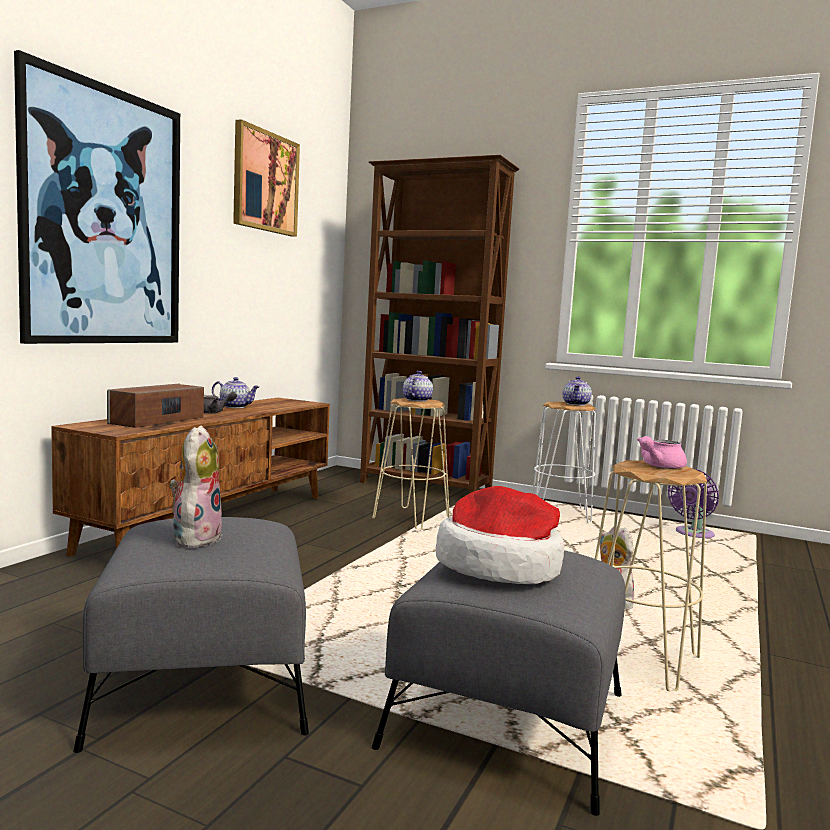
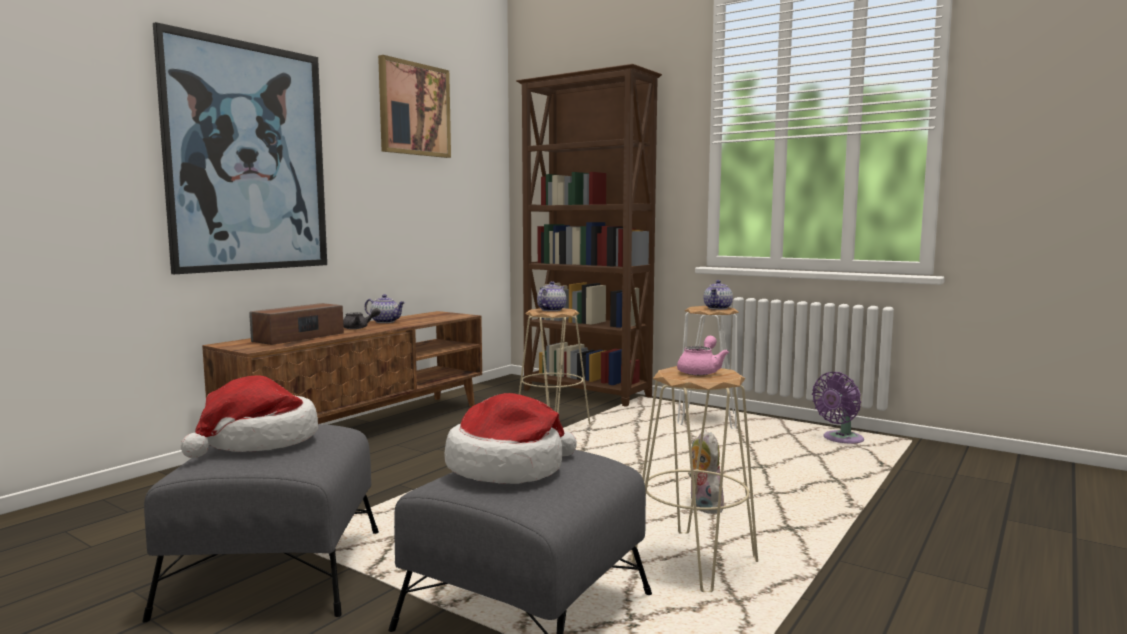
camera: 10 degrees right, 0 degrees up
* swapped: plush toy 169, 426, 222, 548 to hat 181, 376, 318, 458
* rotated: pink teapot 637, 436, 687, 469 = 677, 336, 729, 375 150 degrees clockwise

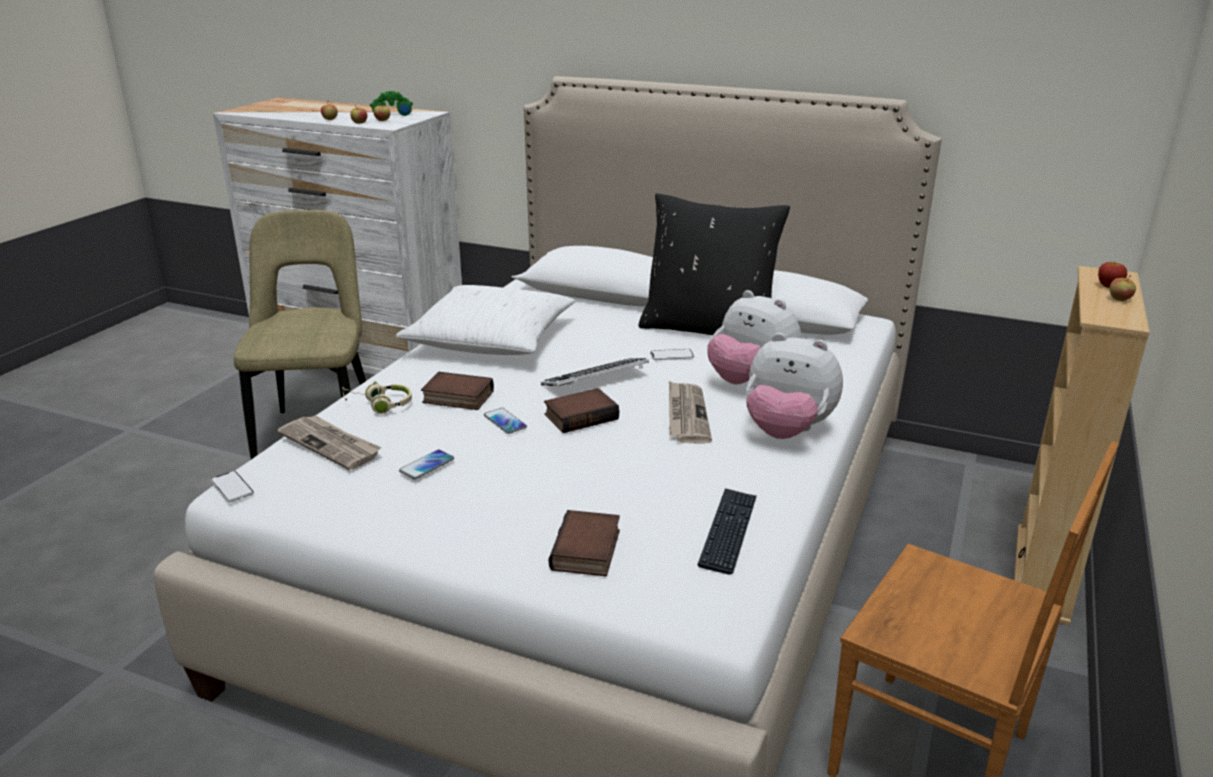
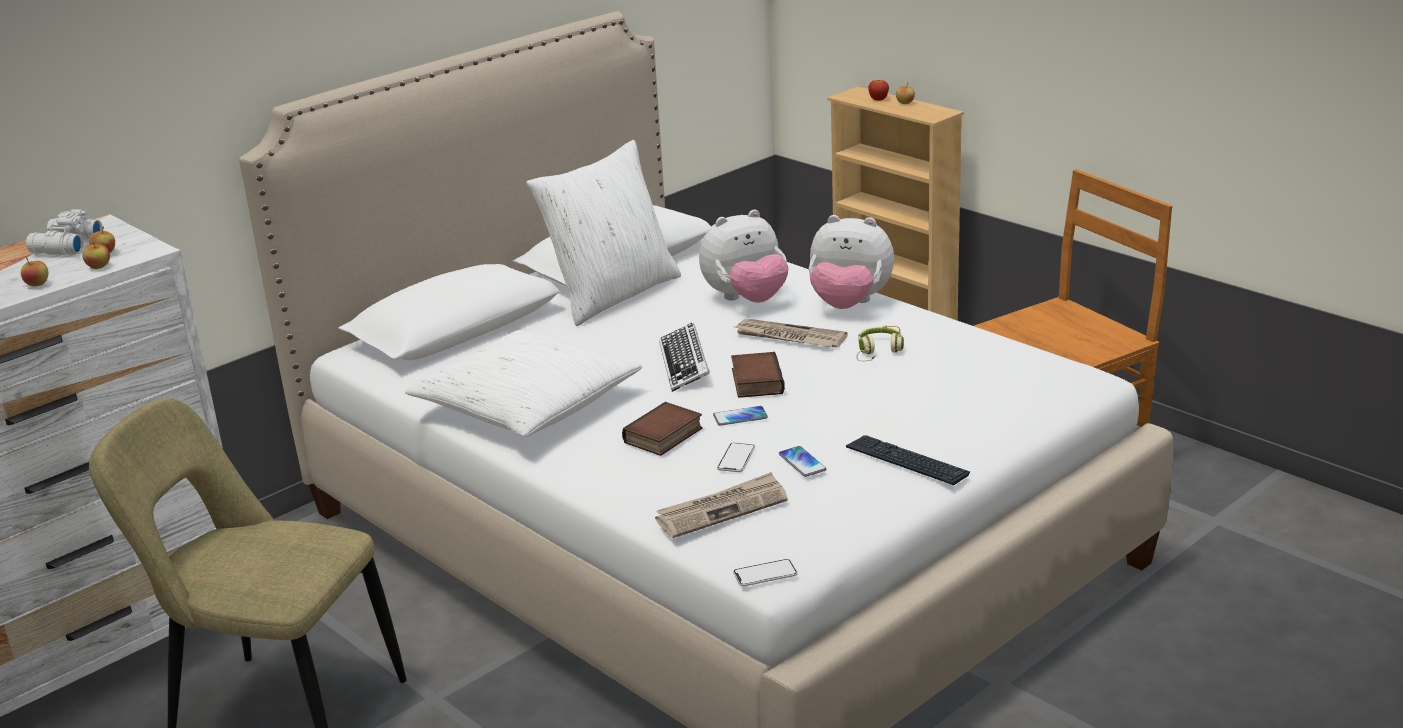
camera: 65 degrees left, 0 degrees up
* shifted: beige headphones 342, 381, 412, 414 to 857, 325, 904, 361
* repainted: green binoculars 370, 91, 413, 116 to white binoculars 26, 209, 103, 255
* gone: book 549, 510, 620, 576
* repainted: black pillow 639, 193, 790, 335 to white pillow 527, 140, 681, 326
* shifted: phone 650, 349, 694, 360 to 717, 443, 755, 472
* shifted: keyboard 697, 488, 757, 575 to 846, 435, 970, 485
* rotated: plush toy 746, 333, 843, 439 = 809, 215, 894, 309 60 degrees clockwise

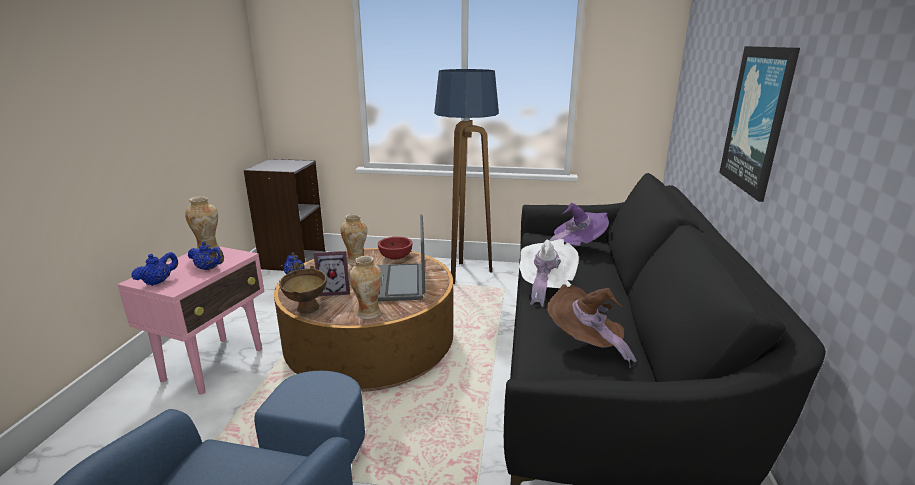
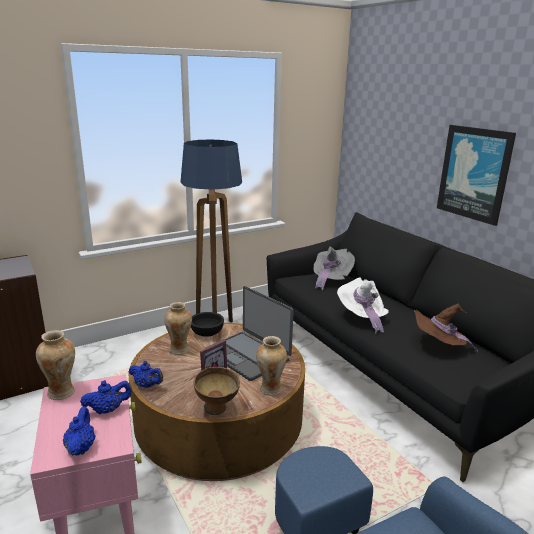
camera: 40 degrees left, 0 degrees up
* repainted: red bowl 378, 237, 413, 260 to black bowl 191, 312, 224, 337
* repainted: purple hat 549, 203, 609, 246 to grey hat 314, 247, 355, 291

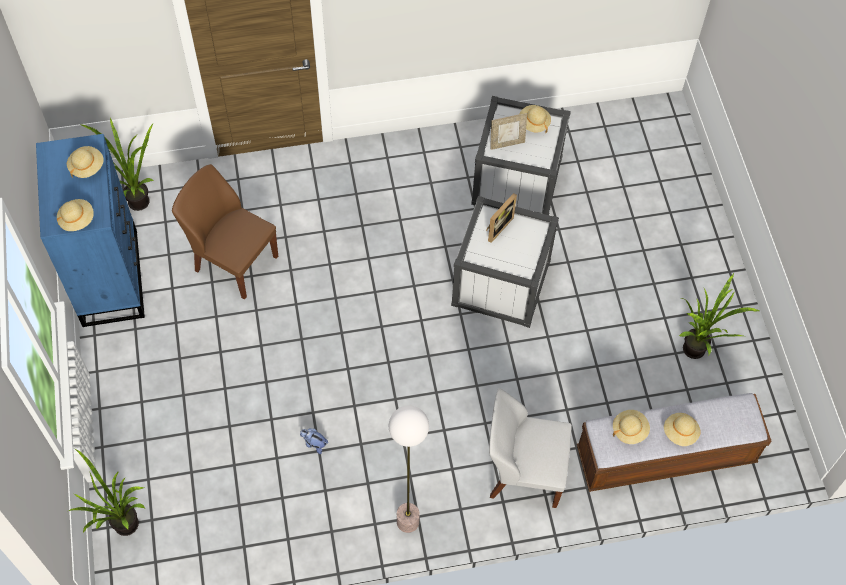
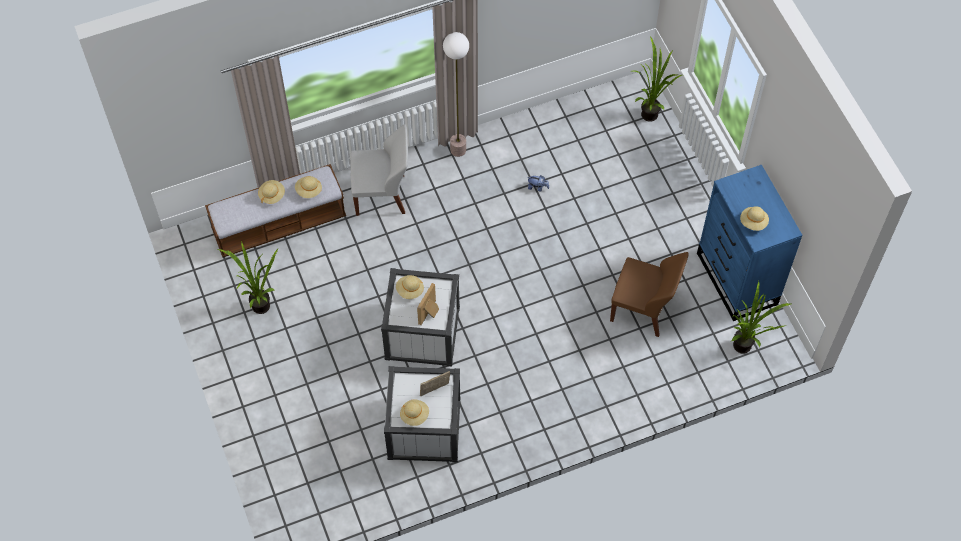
camera: 170 degrees right, 0 degrees up
* shifted: beige hat 57, 199, 94, 231 to 396, 275, 424, 299

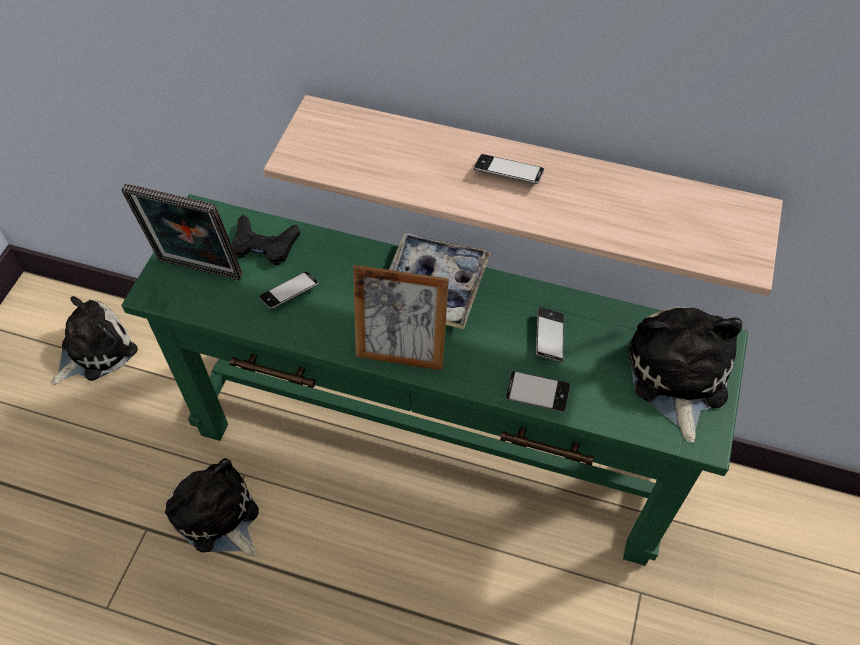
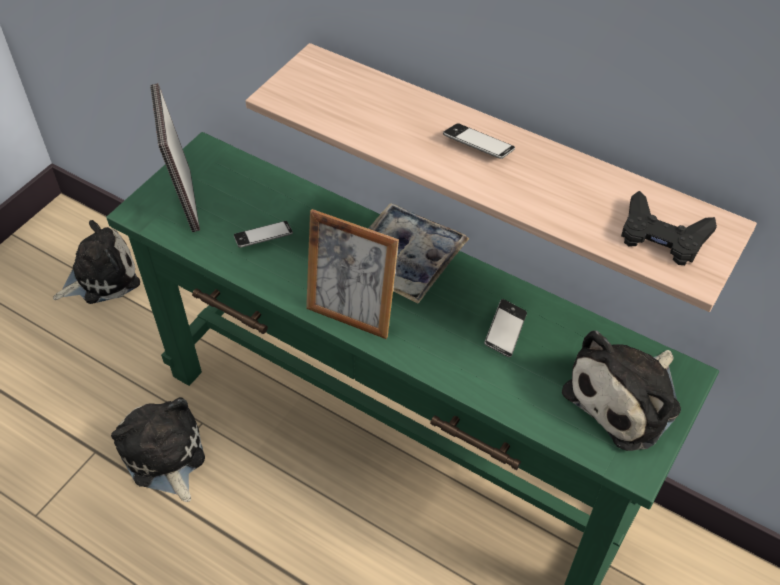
camera: 15 degrees right, 5 degrees down
* rotated: picture frame 121, 184, 242, 280 = 150, 83, 200, 232 45 degrees clockwise
* shifted: black game controller 231, 214, 300, 265 to 621, 191, 717, 265
* gone: phone 506, 371, 571, 412
* rotated: plush toy 628, 307, 743, 443 = 562, 330, 681, 451 150 degrees counterclockwise

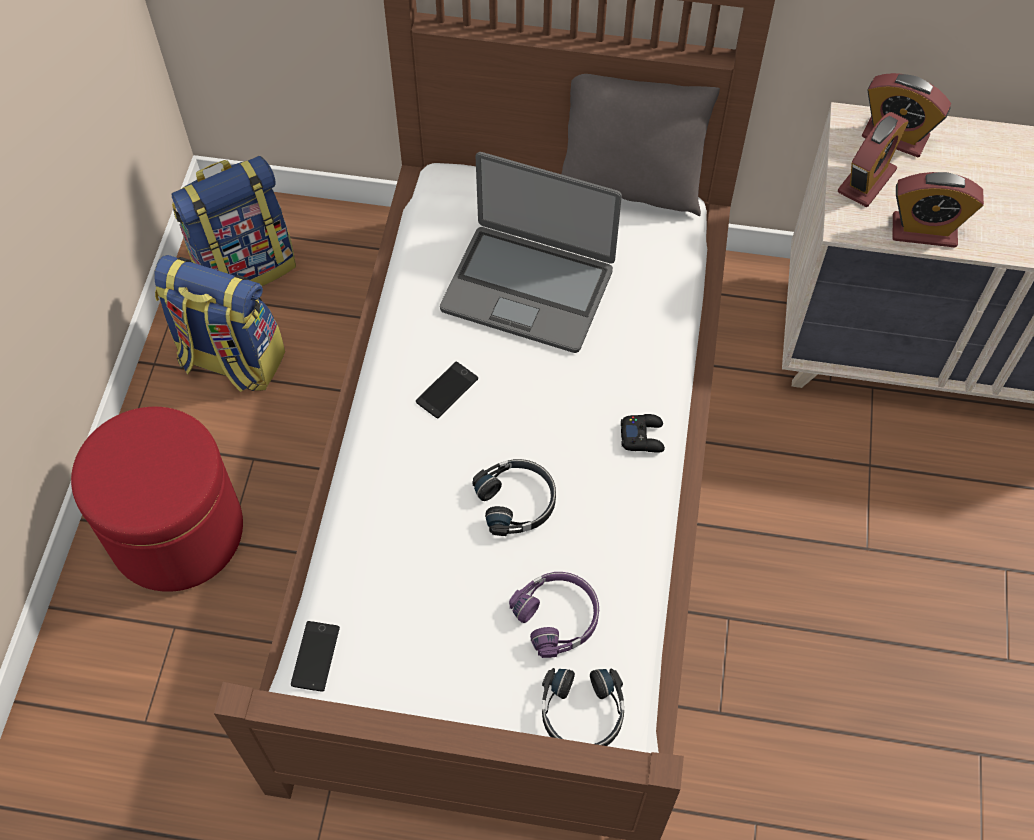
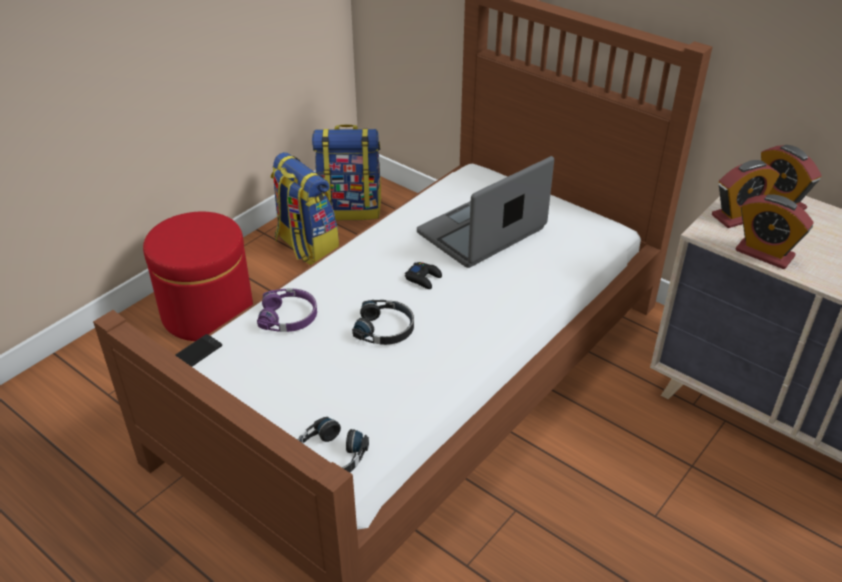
camera: 30 degrees right, 20 degrees down
* gone: phone 416, 362, 478, 418
* rotated: laptop 440, 152, 622, 353 = 417, 156, 554, 268 90 degrees clockwise
* shifted: purple headphones 509, 572, 599, 658 to 257, 289, 317, 332
* gone: grey pillow 561, 74, 720, 216
* shifted: black game controller 621, 414, 665, 453 to 405, 262, 442, 289

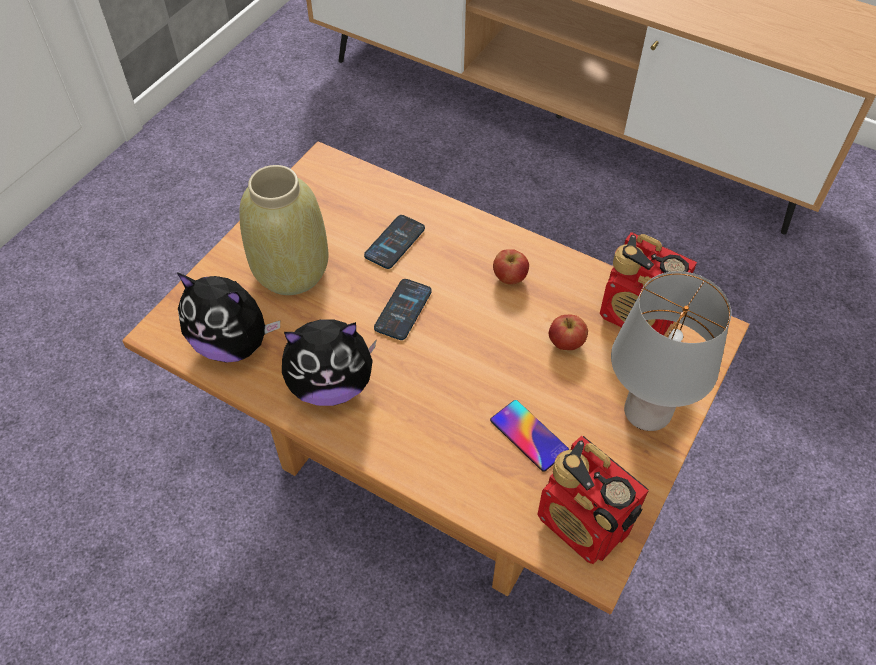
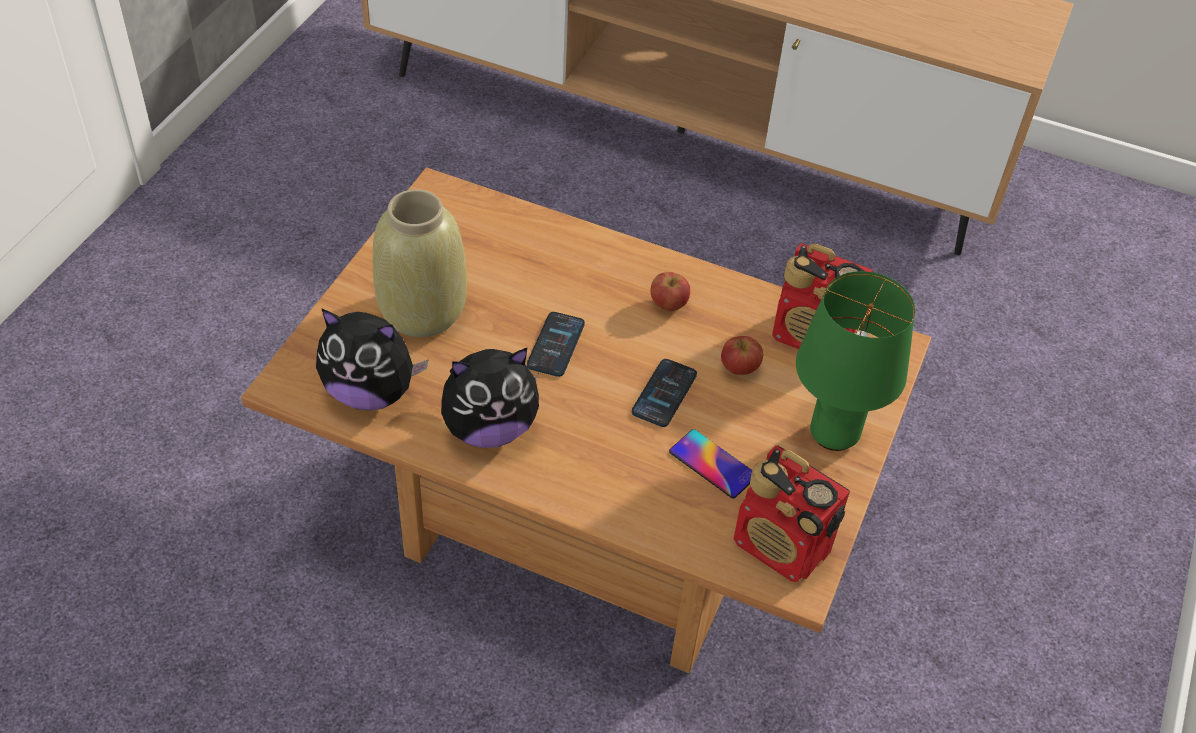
camera: 10 degrees left, 5 degrees down
* shifted: phone 364, 215, 425, 269 to 632, 359, 697, 427
* repainted: grey table lamp 611, 271, 731, 431 to green table lamp 796, 271, 915, 451

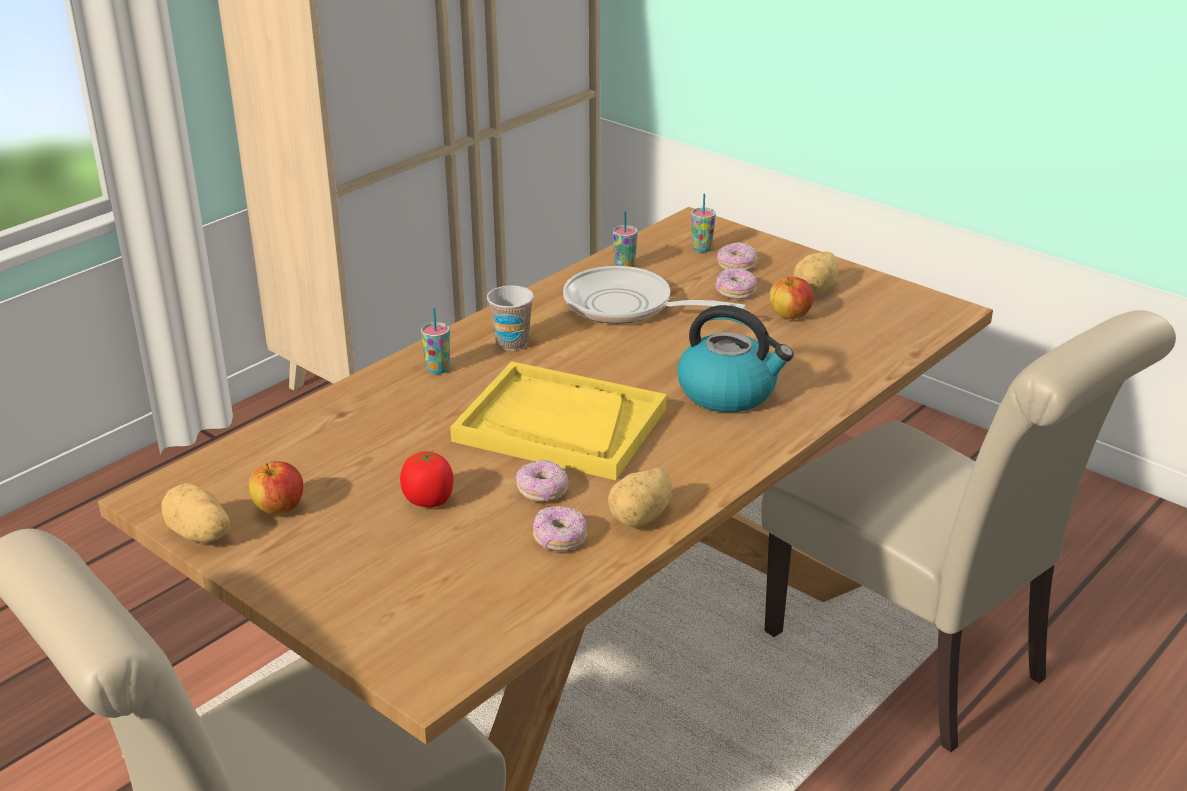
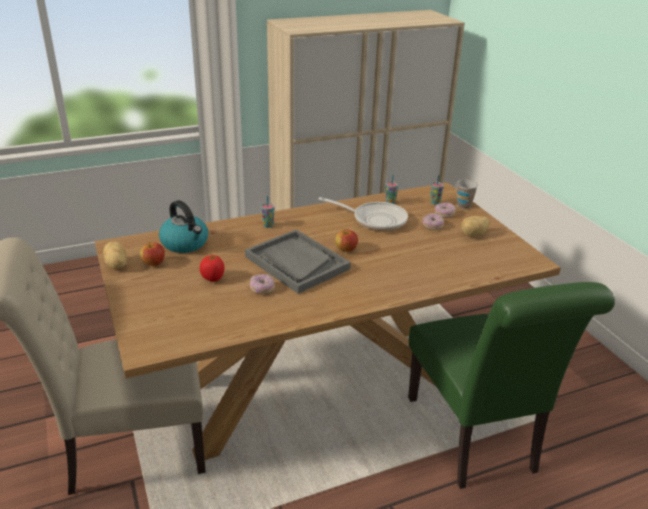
camera: 25 degrees right, 0 degrees up
* repainted: yellow tray 450, 361, 667, 480 to grey tray 245, 229, 351, 294
* shifted: cup 487, 285, 534, 351 to 457, 179, 478, 209
* gone: donut 533, 506, 587, 551
* rotated: frying pan 563, 266, 746, 324 = 318, 197, 408, 231 150 degrees clockwise
* gone: potato 608, 468, 672, 527
* shifted: kettle 677, 305, 793, 412 to 159, 200, 208, 253
* repainted: beige chair 761, 310, 1176, 752 to green chair 408, 282, 615, 489
* shifted: apple 770, 277, 814, 319 to 335, 229, 358, 252

